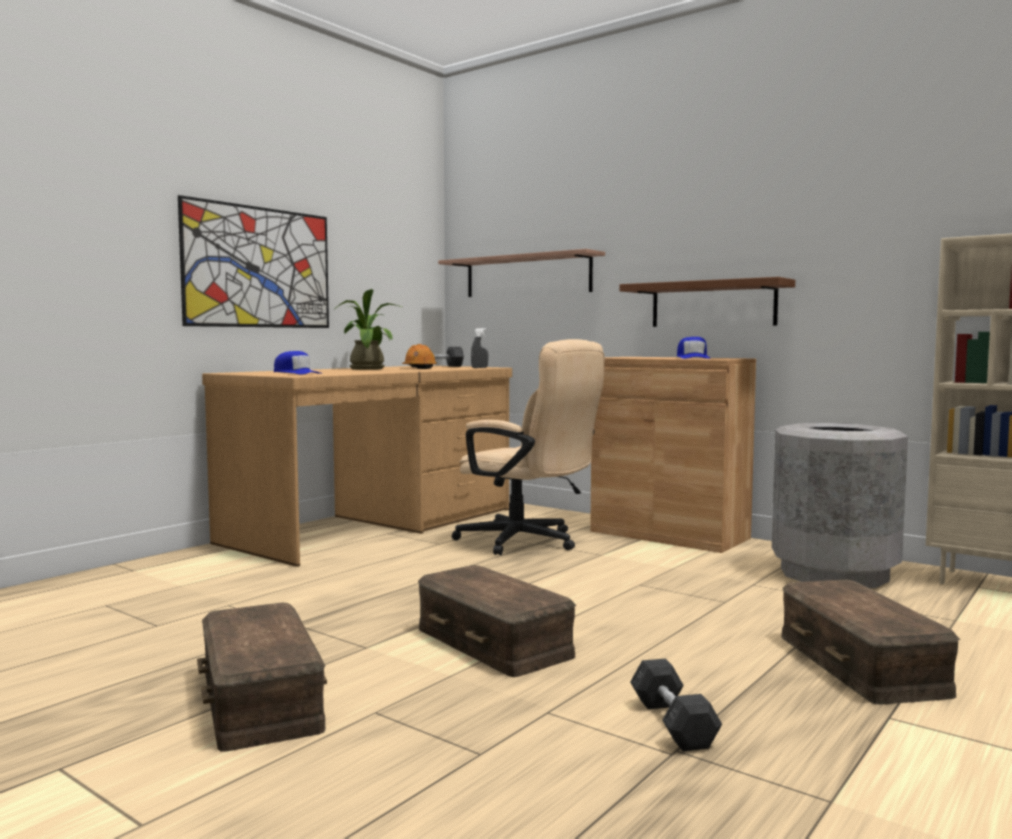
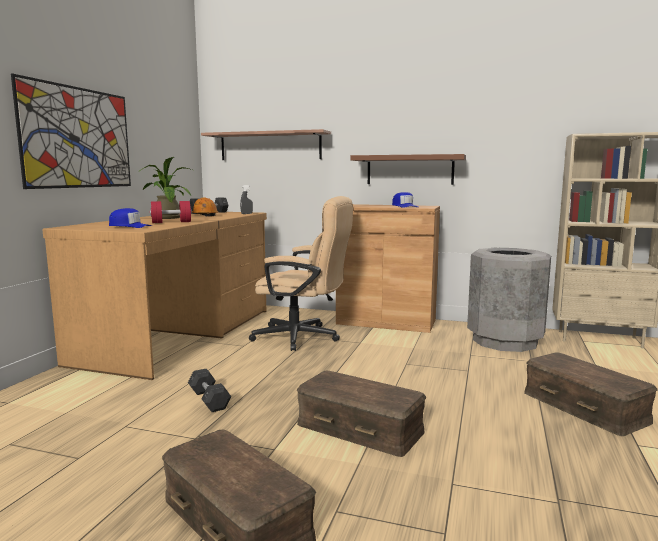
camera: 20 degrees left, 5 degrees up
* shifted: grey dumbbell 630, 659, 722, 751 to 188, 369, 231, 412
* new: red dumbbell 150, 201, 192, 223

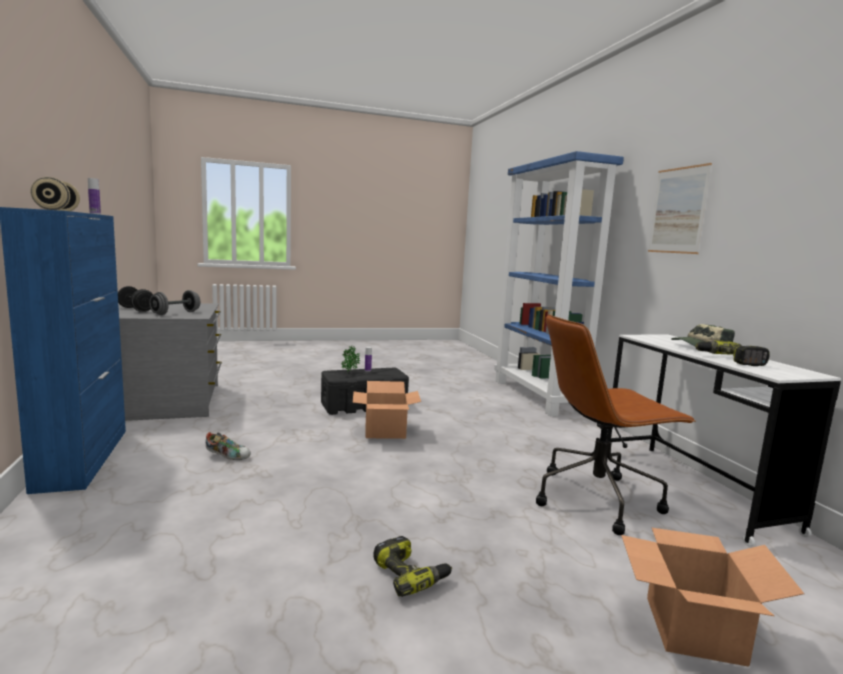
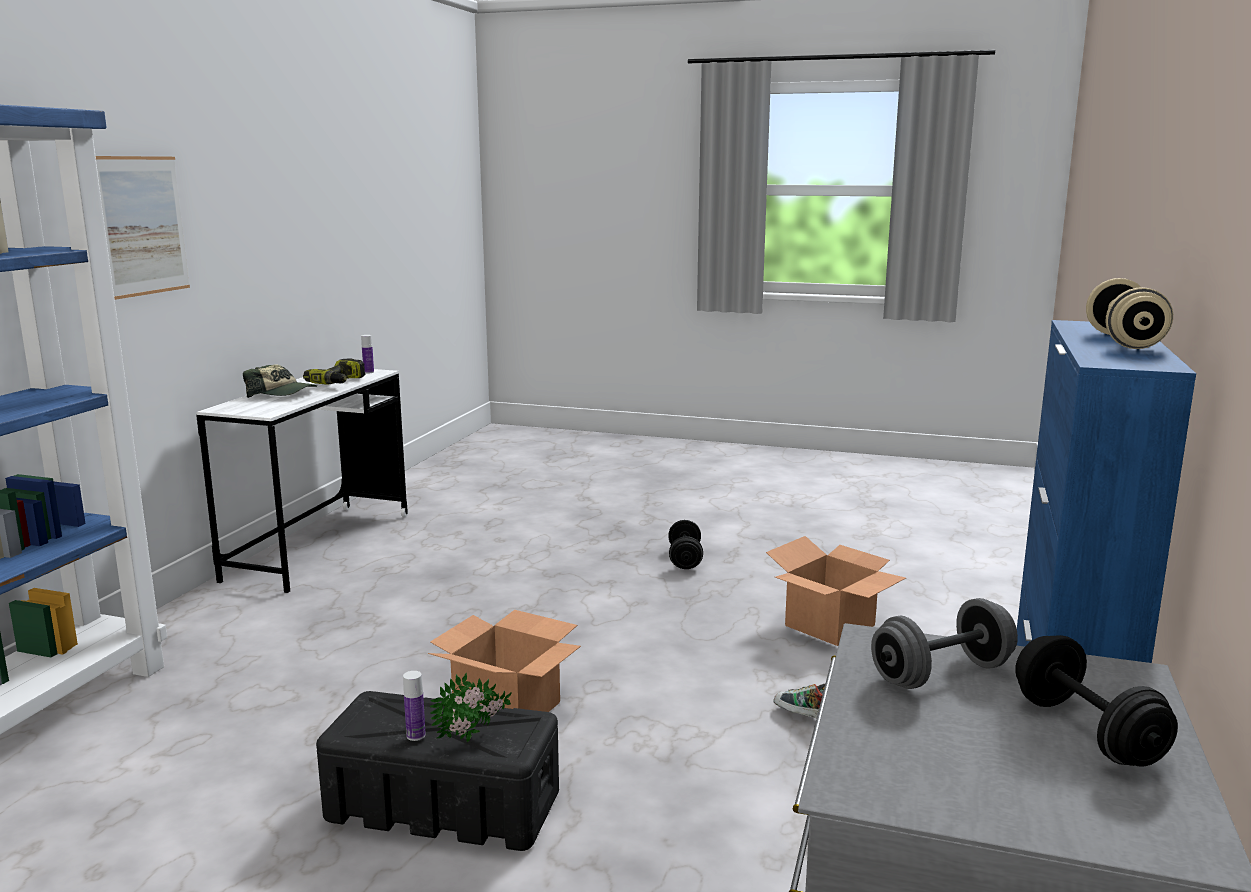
camera: 145 degrees left, 5 degrees up
* shifted: bottle 88, 178, 101, 214 to 361, 335, 374, 374
* swapped: power drill 373, 536, 452, 597 to black dumbbell 668, 520, 703, 569
* gone: brown office chair 536, 314, 696, 535
* shifted: cardboard box 621, 528, 804, 667 to 766, 536, 906, 646

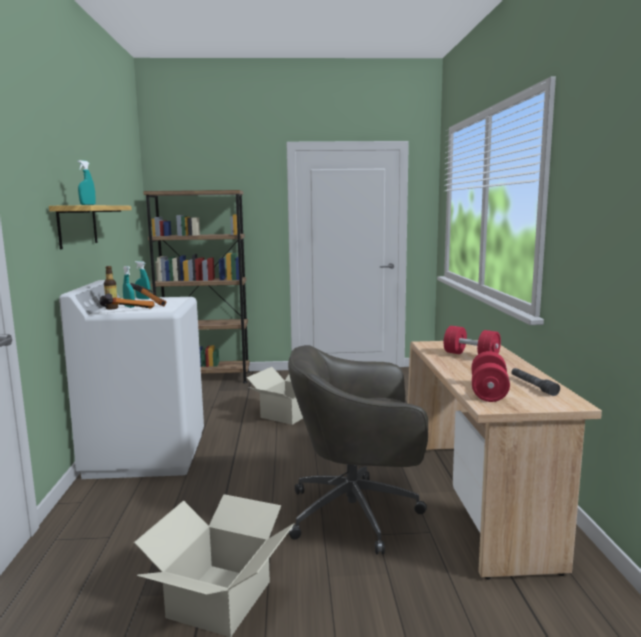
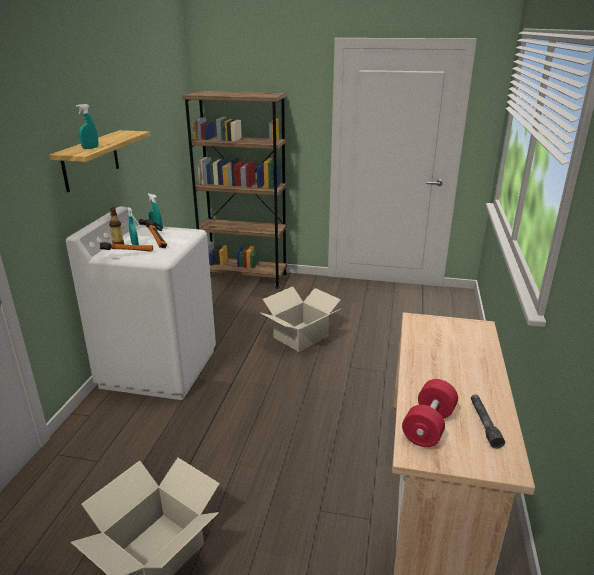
camera: 15 degrees right, 15 degrees up
* gone: grey office chair 288, 345, 428, 555
* gone: red dumbbell 444, 326, 501, 354

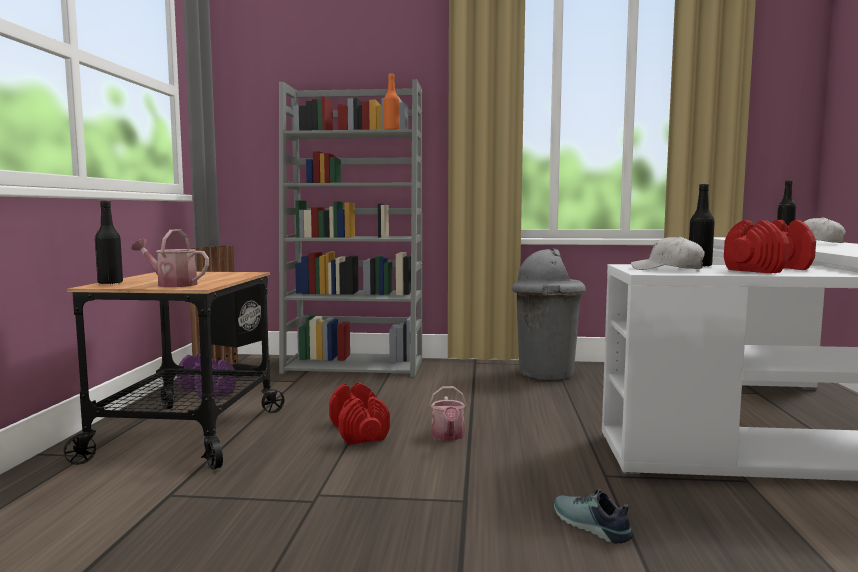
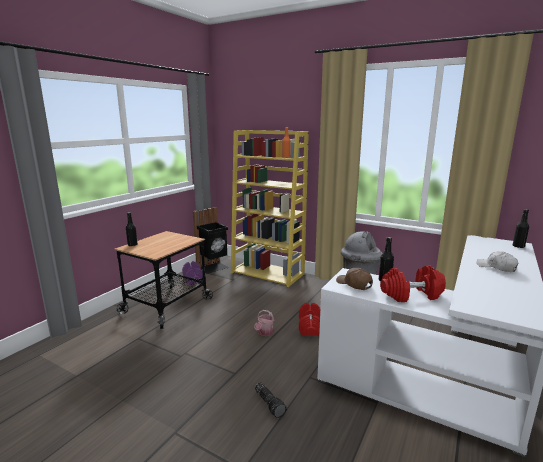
camera: 25 degrees right, 10 degrees up
* gone: watering can 131, 229, 209, 287
* repainted: grey bookcase 279, 79, 422, 377 to yellow bookcase 231, 130, 309, 287
* shifted: red dumbbell 329, 382, 390, 445 to 299, 302, 320, 336
* swapped: shoe 554, 489, 634, 544 to flashlight 255, 382, 287, 418
* repainted: white cap 631, 236, 705, 270 to brown cap 336, 268, 373, 290

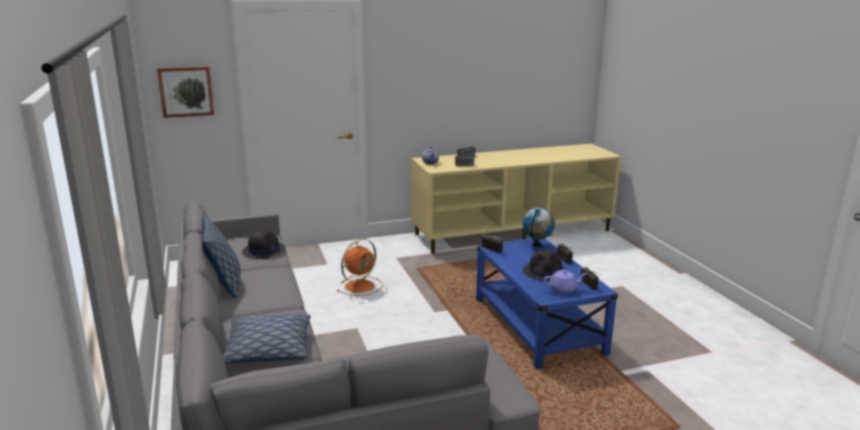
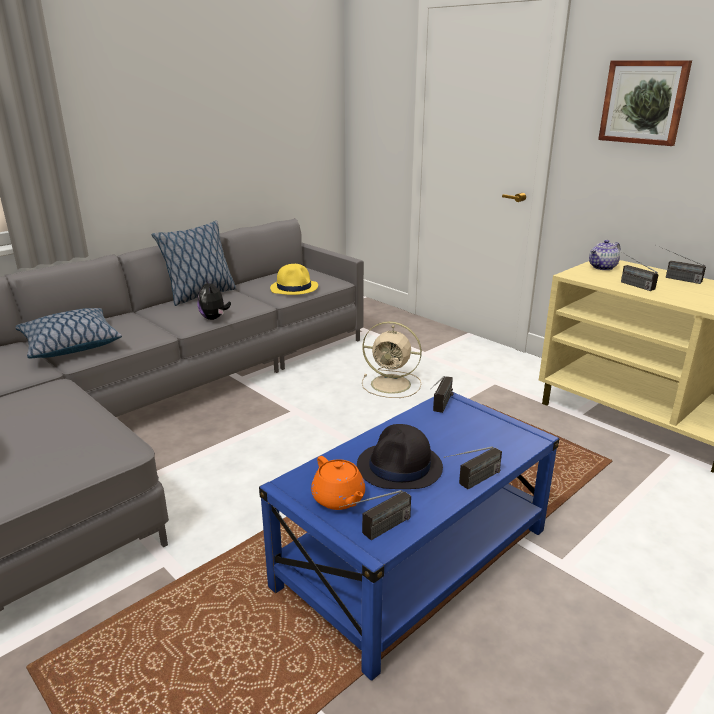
camera: 65 degrees right, 5 degrees up
* shifted: picture 157, 66, 214, 118 to 598, 60, 692, 146
* repainted: black hat 242, 230, 285, 259 to yellow hat 270, 264, 318, 295
* repainted: orange fan 336, 239, 383, 296 to beige fan 362, 321, 422, 398
* gone: globe 523, 208, 555, 247
* repainted: purple teapot 544, 269, 587, 294 to orange teapot 311, 456, 365, 510
* new: plush toy 198, 279, 231, 320

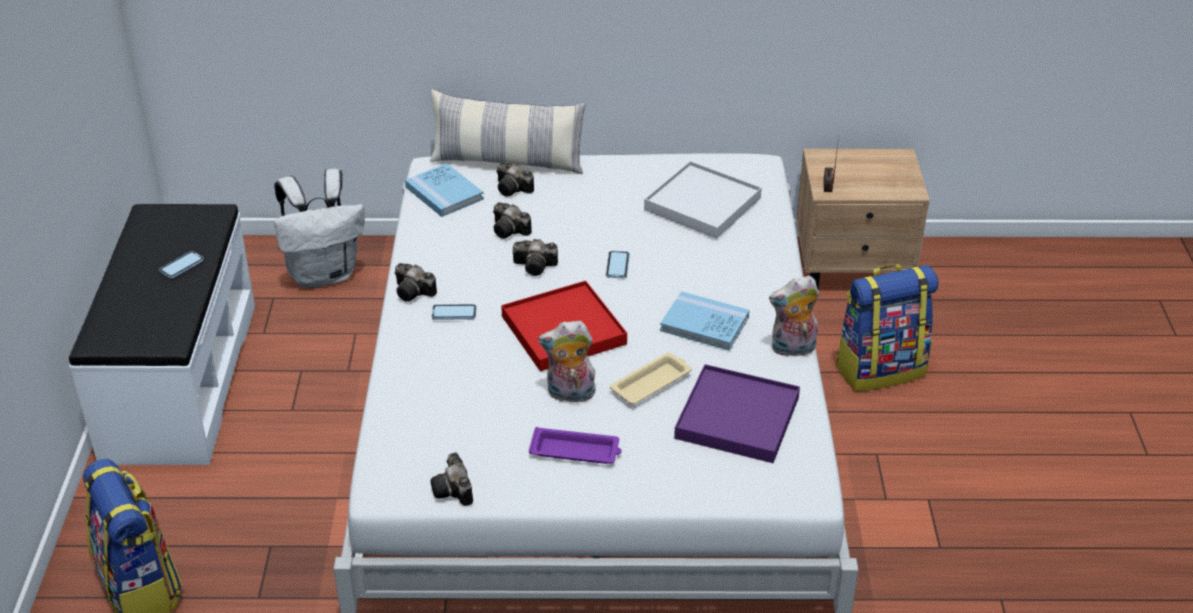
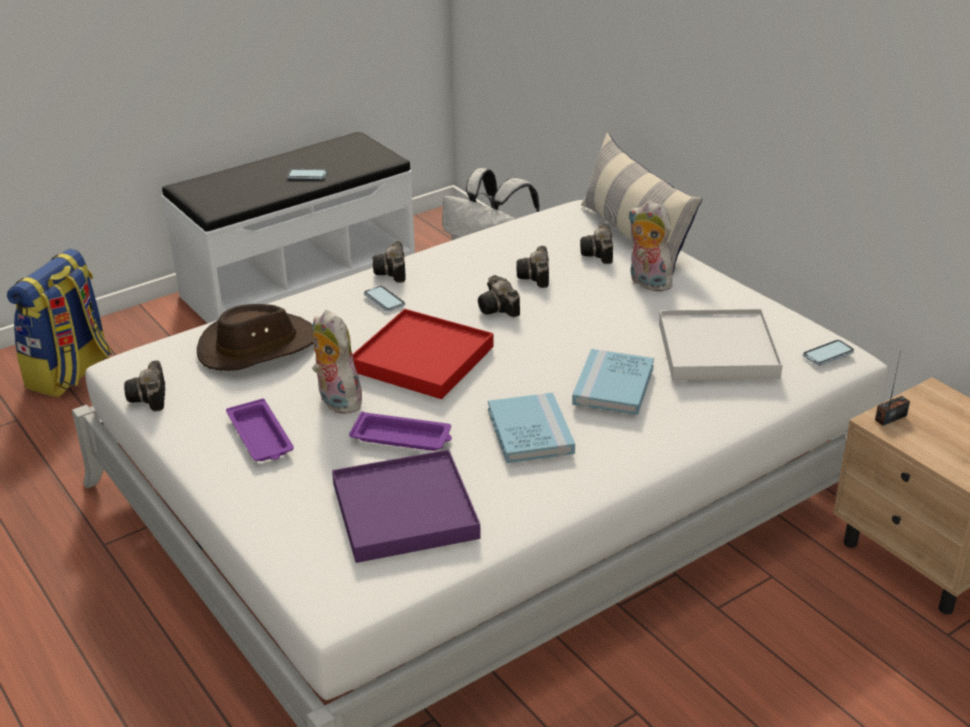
camera: 55 degrees right, 5 degrees down
* shifted: blue book 405, 163, 484, 217 to 572, 349, 654, 415
* rotated: photo camera 431, 452, 473, 506 = 124, 360, 165, 411 45 degrees counterclockwise
* shifted: phone 606, 251, 630, 278 to 803, 340, 854, 366
* repainted: beige tray 610, 352, 692, 405 to purple tray 349, 411, 452, 451
* shifted: plush toy 769, 276, 819, 357 to 628, 200, 676, 292
* gone: backpack 836, 264, 938, 392
* new: brown hat 197, 304, 313, 371

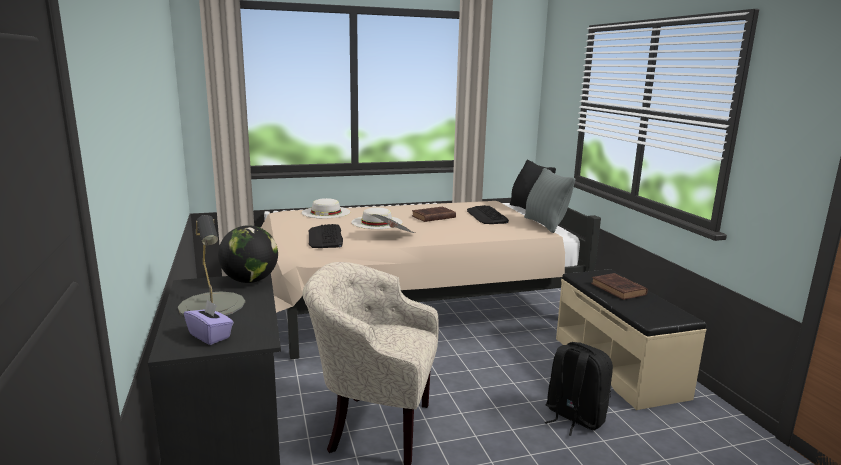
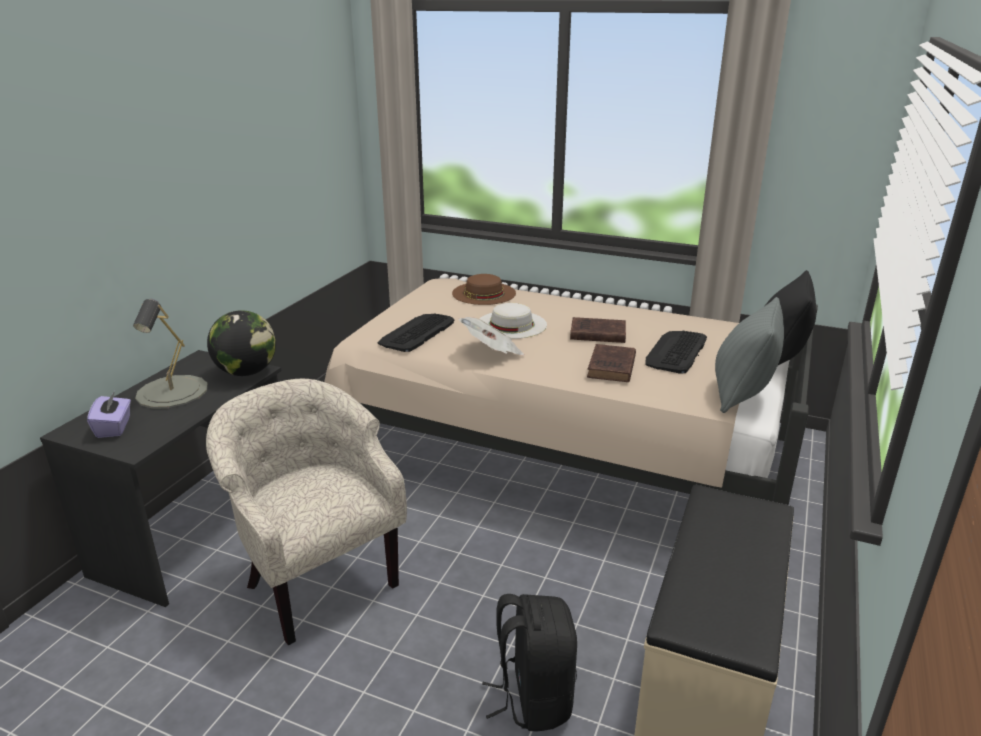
camera: 40 degrees right, 10 degrees up
* repainted: white hat 302, 198, 350, 218 to brown hat 452, 274, 516, 305
* shifted: brown book 591, 273, 648, 300 to 587, 344, 636, 382

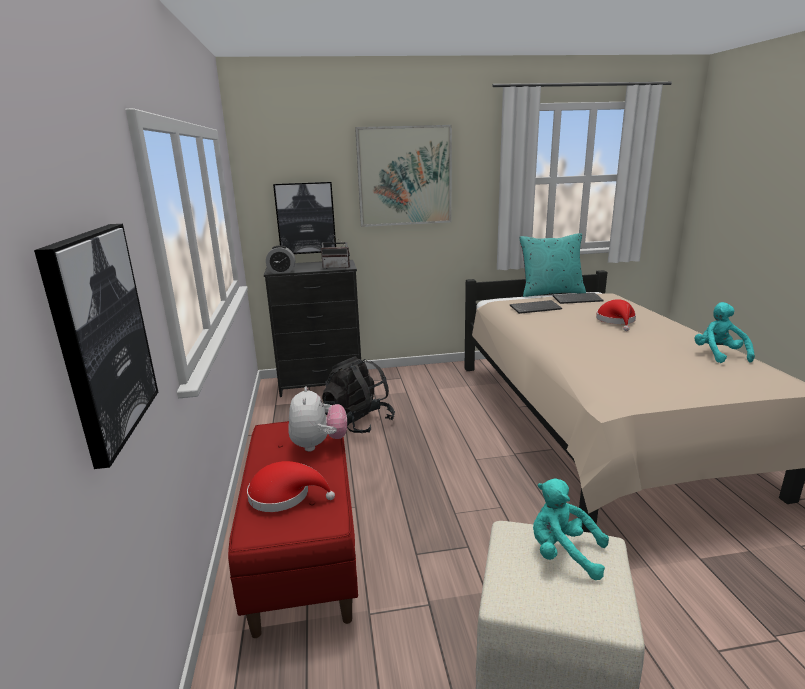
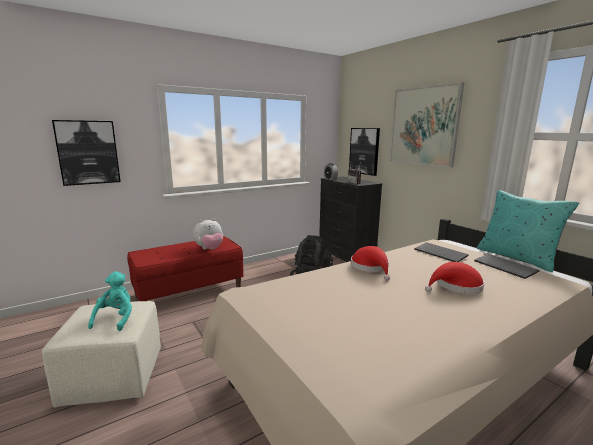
camera: 65 degrees right, 5 degrees down
* shifted: red hat 247, 461, 335, 512 to 351, 246, 390, 281
* gone: turquoise plush toy 694, 302, 755, 363

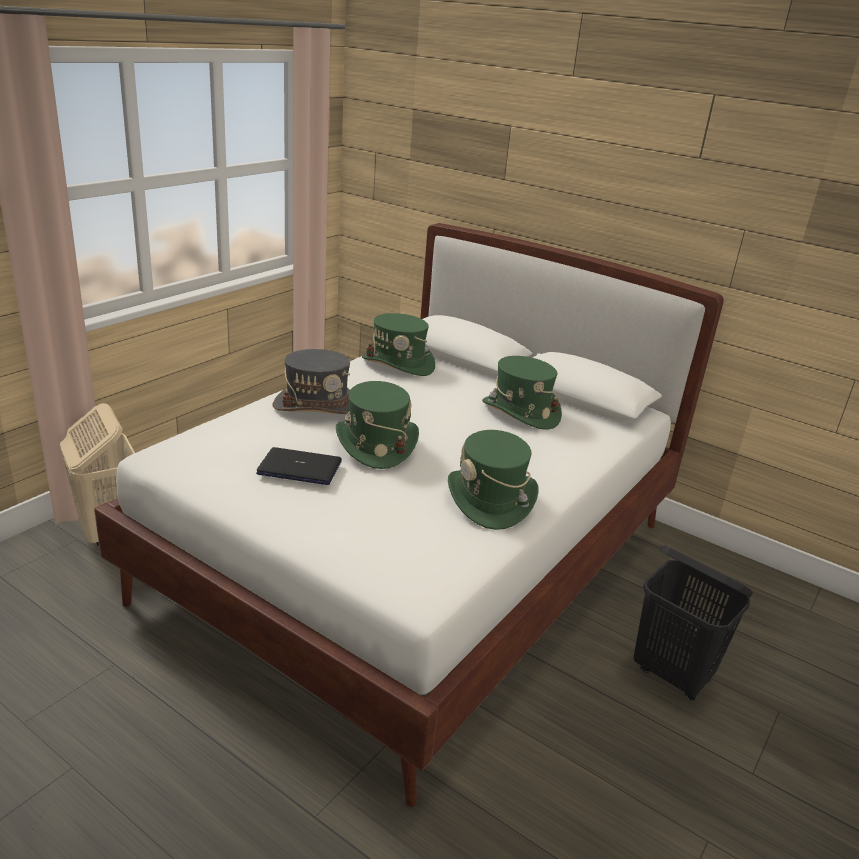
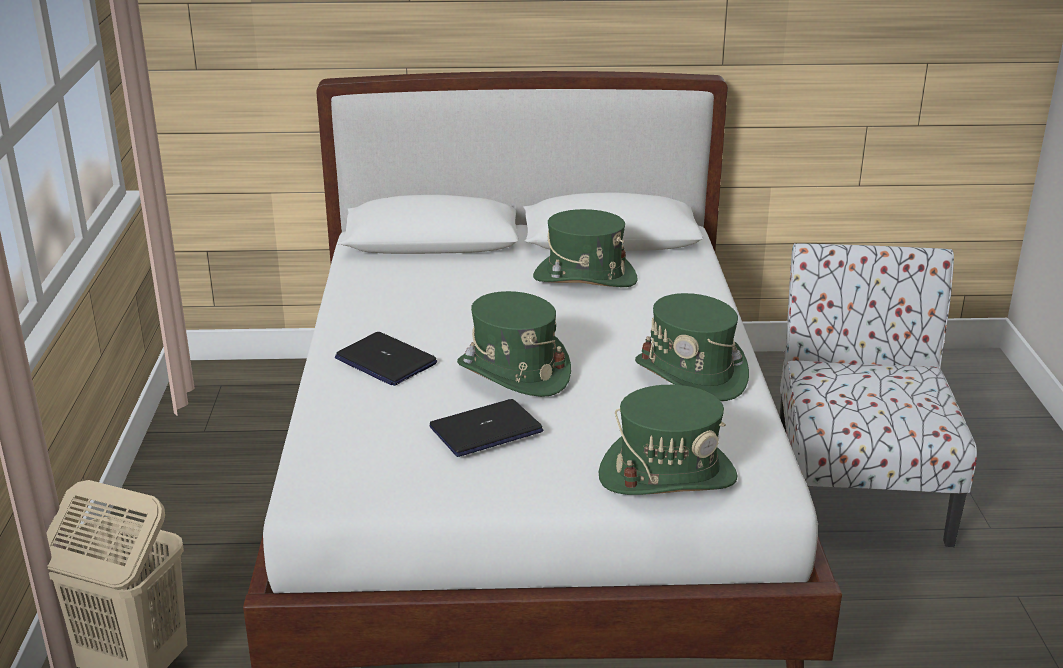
camera: 35 degrees left, 0 degrees up
* swapped: grey hat 272, 349, 350, 414 to laptop 335, 332, 437, 386
* shifted: green hat 362, 313, 435, 376 to 599, 385, 738, 495
* swapped: black laundry basket 633, 545, 753, 700 to chair 780, 243, 977, 547

